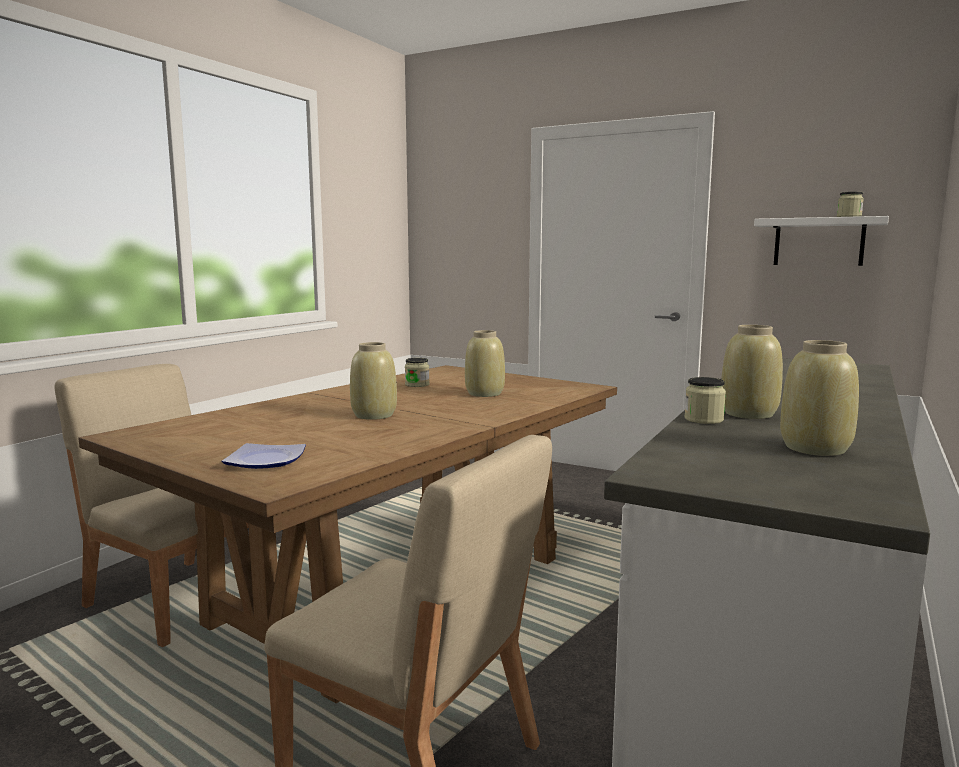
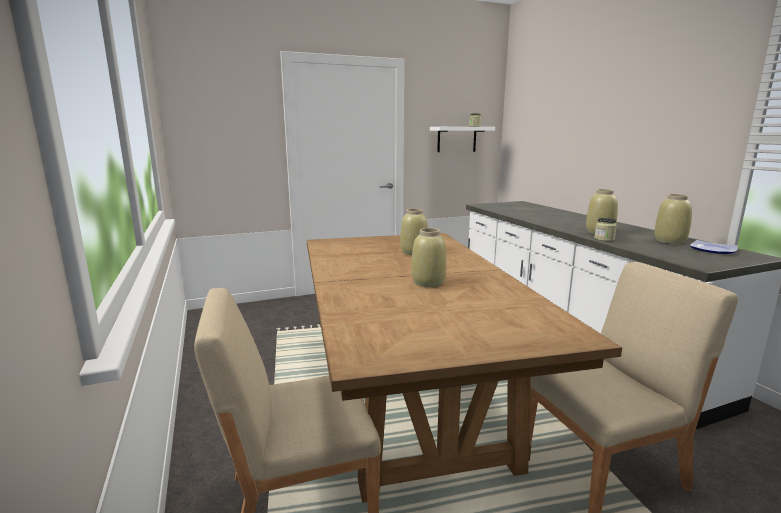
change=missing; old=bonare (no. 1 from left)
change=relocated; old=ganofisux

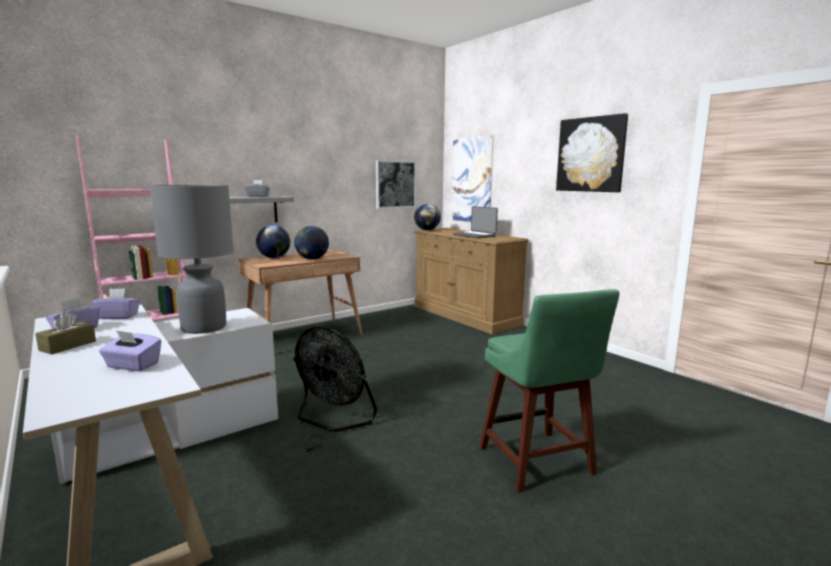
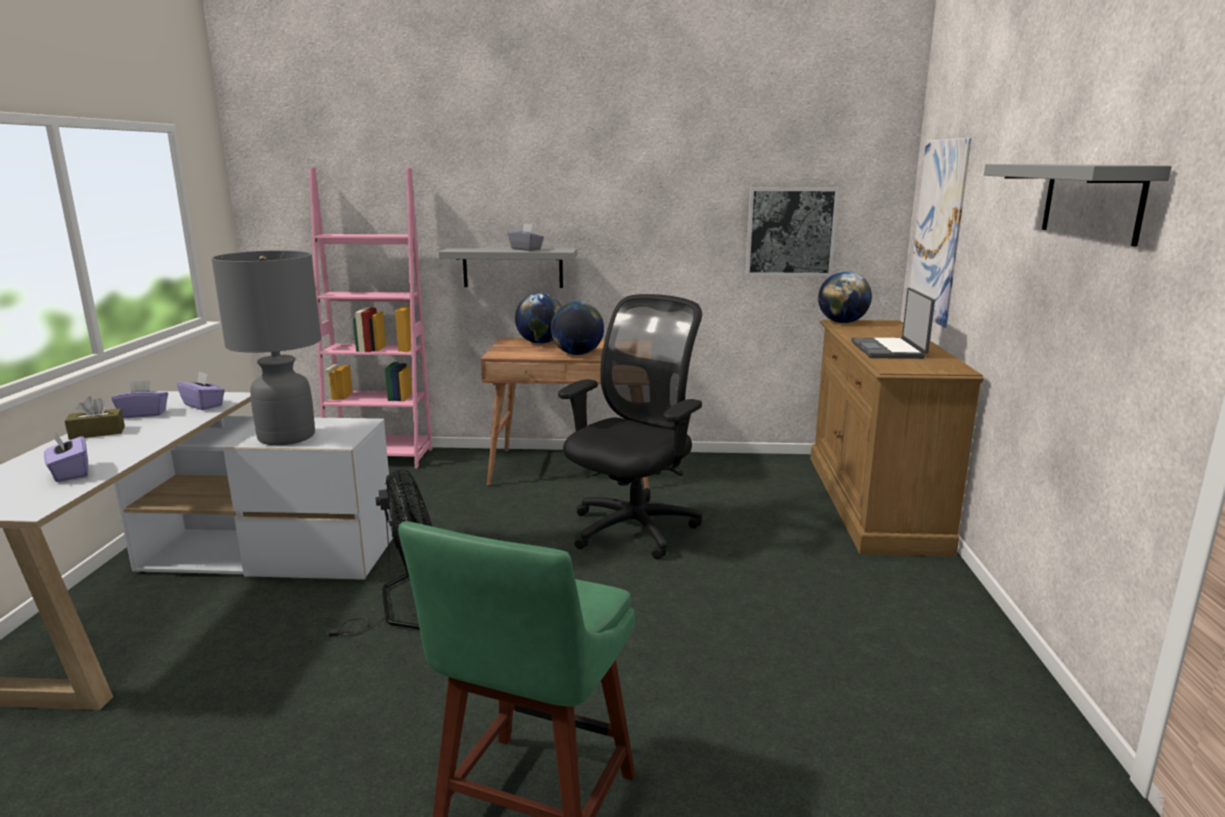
change=exchanged; old=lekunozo (no. 3 from left); new=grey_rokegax (no. 2 from left)
change=appeared; new=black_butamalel

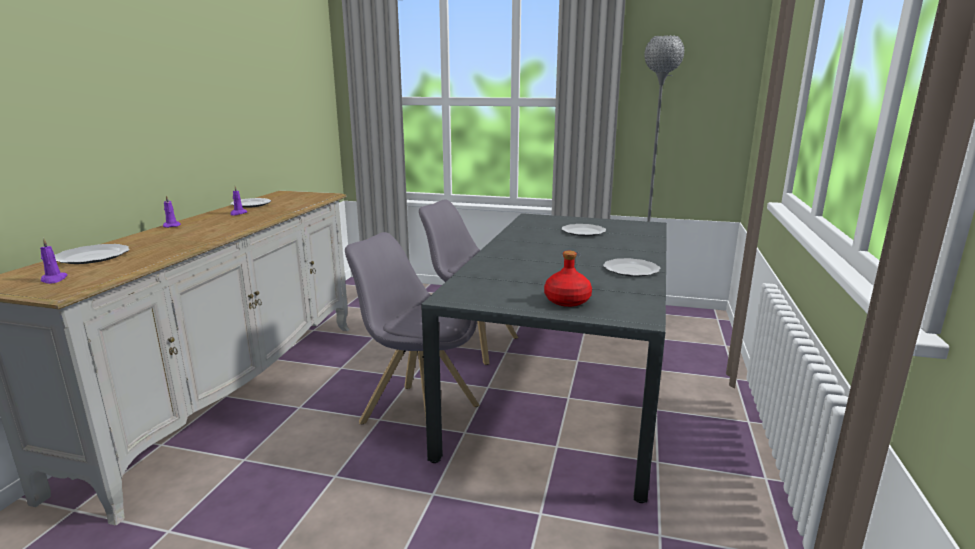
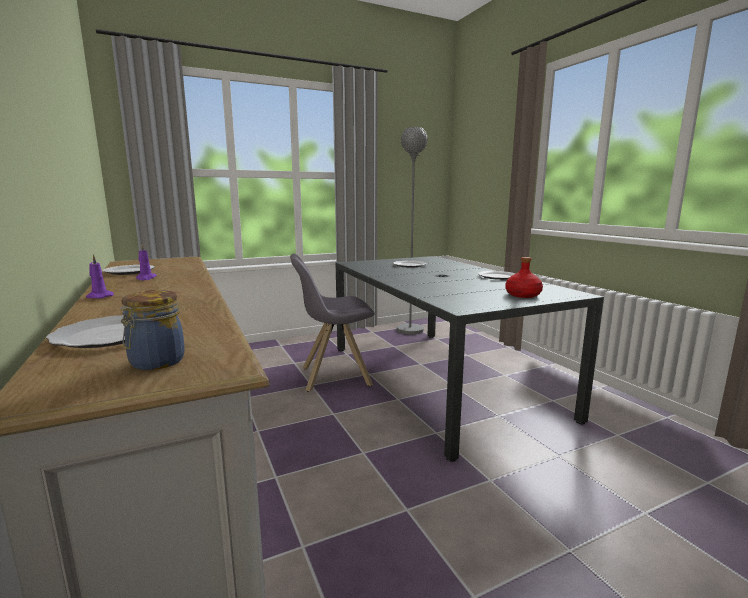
change=missing; old=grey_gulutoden (no. 1 from left)
change=exchanged; old=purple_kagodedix (no. 1 from left); new=bonare

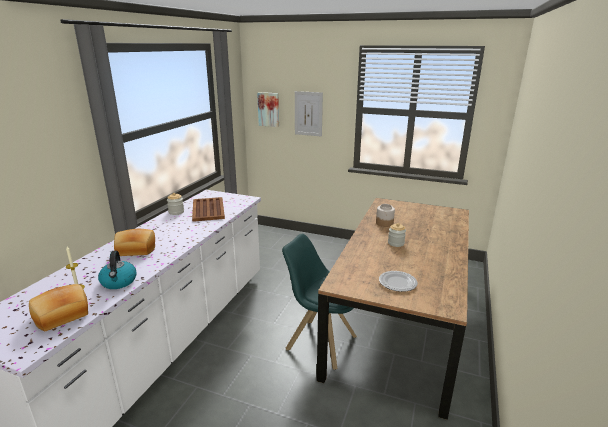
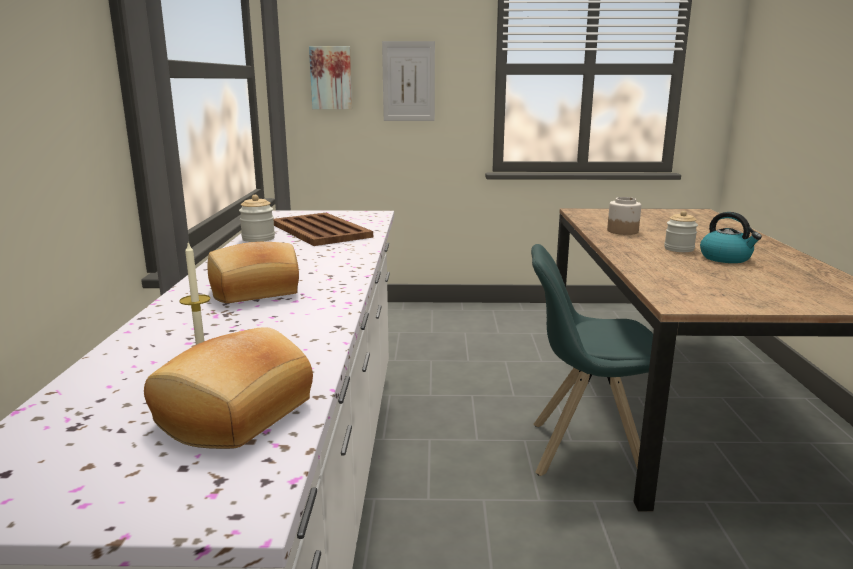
change=relocated; old=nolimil
change=missing; old=ganofisux

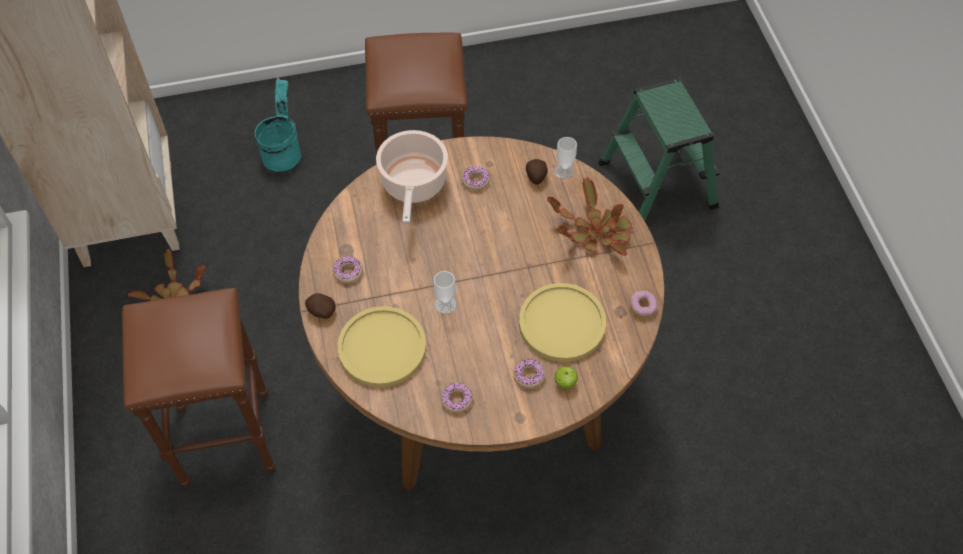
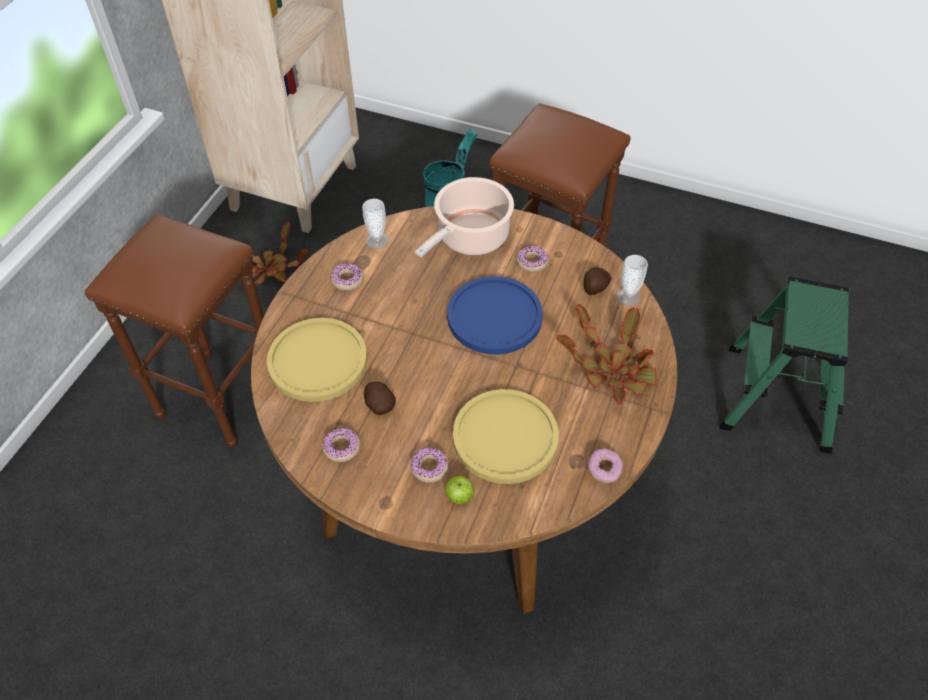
change=relocated; old=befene (no. 1 from left)
change=relocated; old=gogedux (no. 1 from left)
change=appeared; new=blue_ganofisux

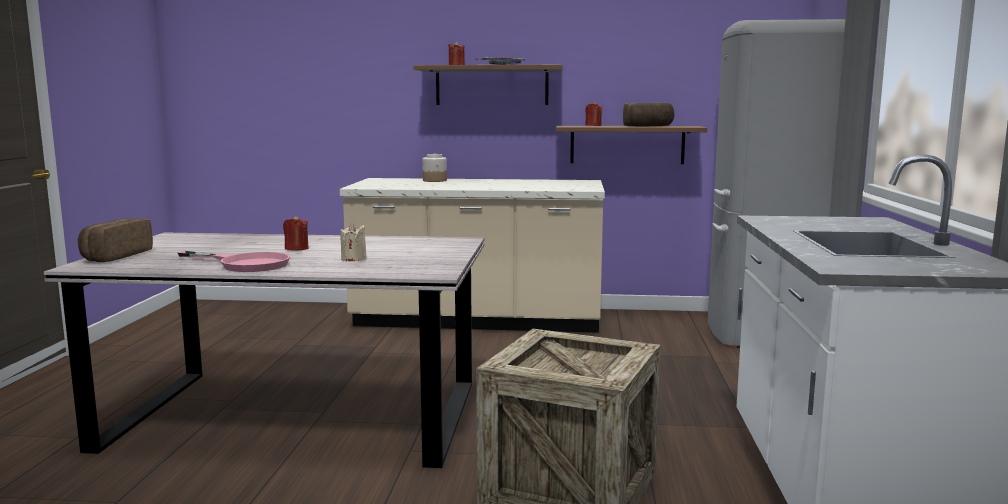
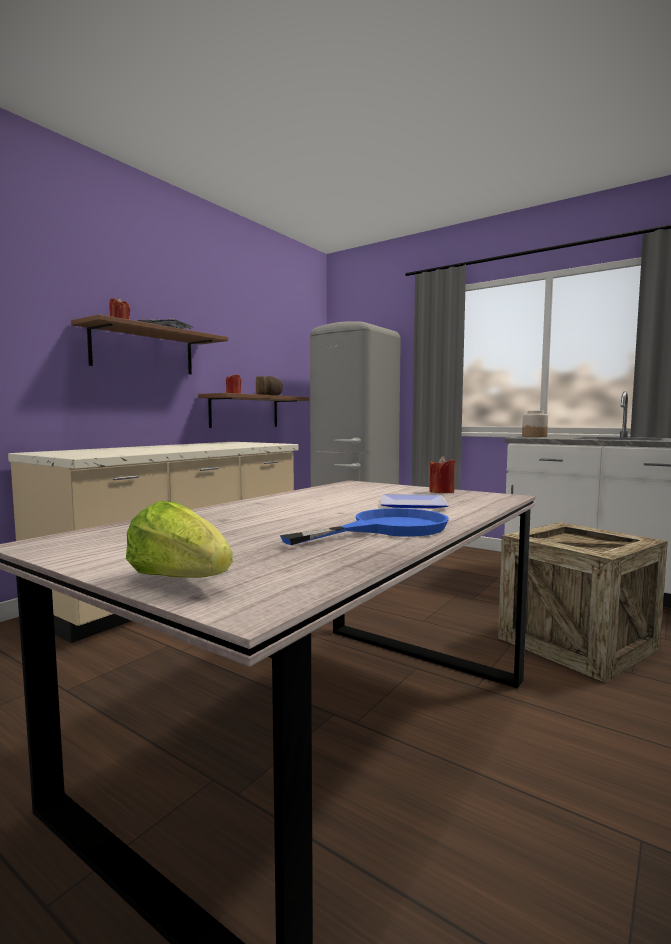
change=relocated; old=bonare
change=relocated; old=red_kagodedix (no. 1 from left in the first image); new=red_kagodedix (no. 3 from left)
change=exchanged; old=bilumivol (no. 1 from left); new=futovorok
change=exchanged; old=beige_kagodedix; new=ganofisux
change=colour; old=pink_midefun; new=blue_midefun

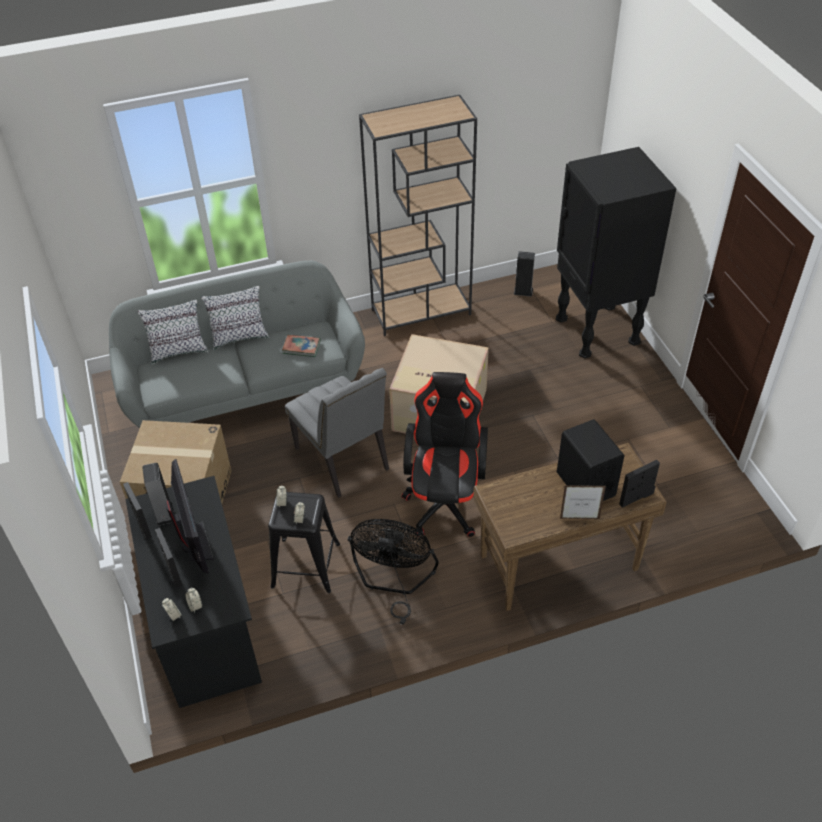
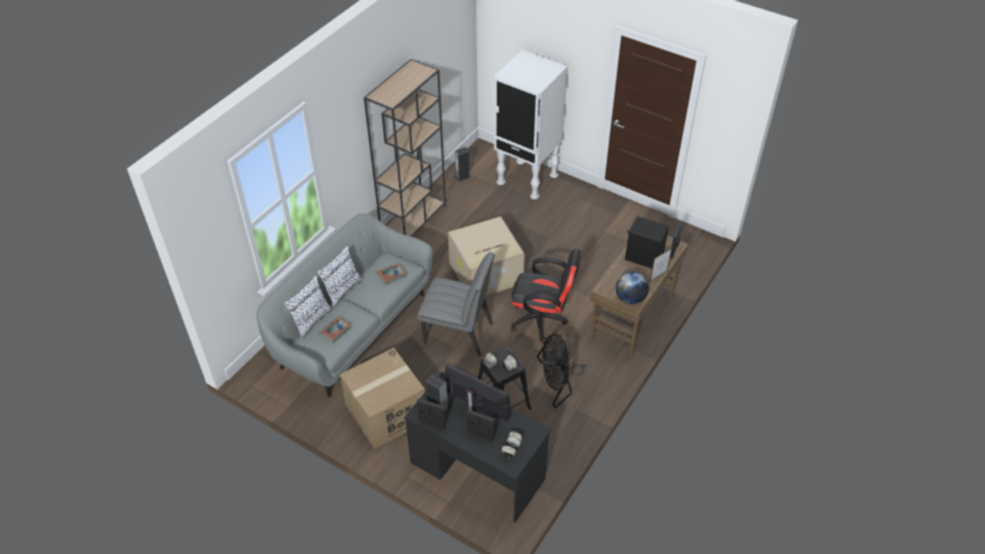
change=colour; old=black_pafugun; new=white_pafugun
change=spun; old=black_butamalel; degrees=135
change=spun; old=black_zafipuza; degrees=-75
change=appeared; new=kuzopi
change=appeared; new=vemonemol (no. 1 from left)

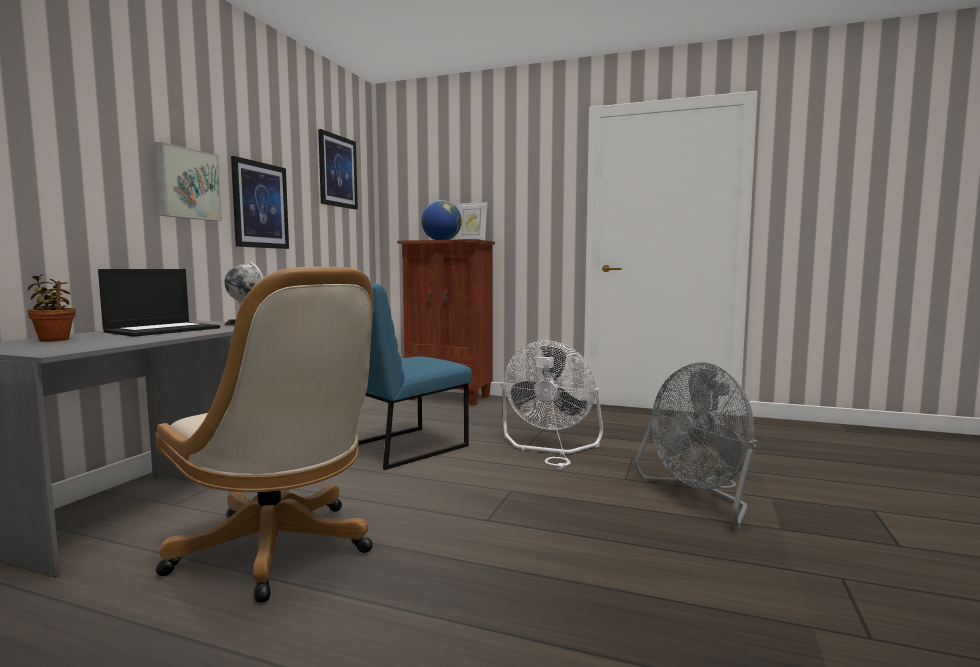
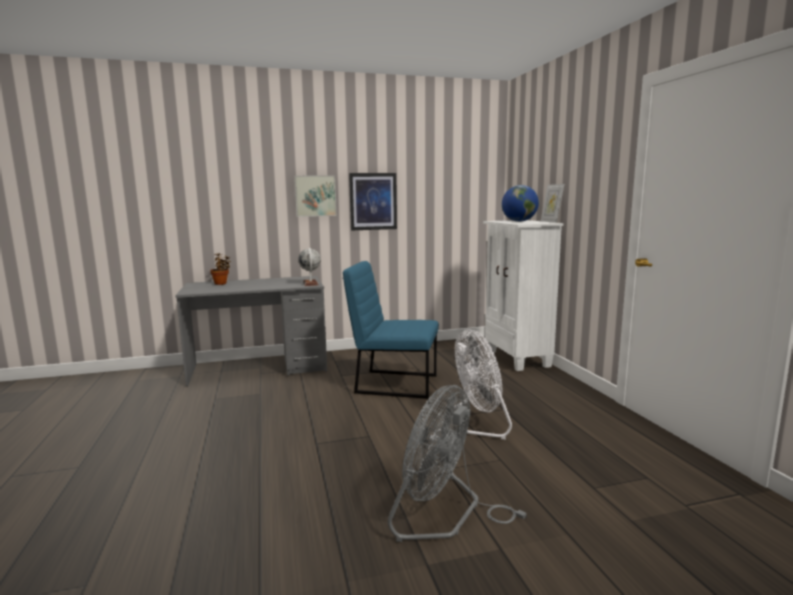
change=missing; old=lekunozo (no. 3 from left)
change=colour; old=brown_pafugun; new=white_pafugun
change=missing; old=butamalel
change=missing; old=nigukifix

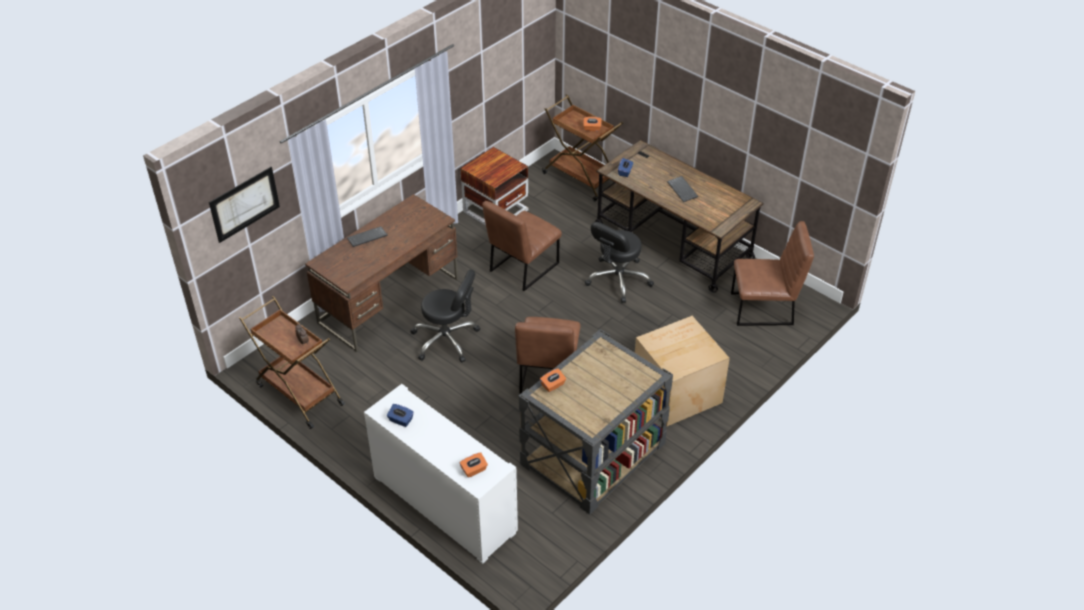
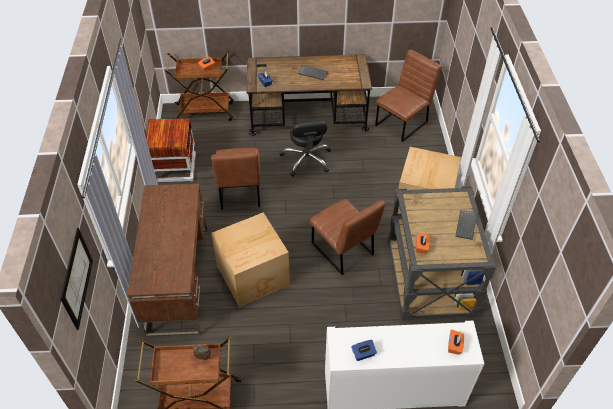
change=relocated; old=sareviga (no. 1 from left in the first image); new=sareviga (no. 2 from left)
change=exchanged; old=black_butamalel (no. 1 from left); new=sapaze (no. 1 from left)

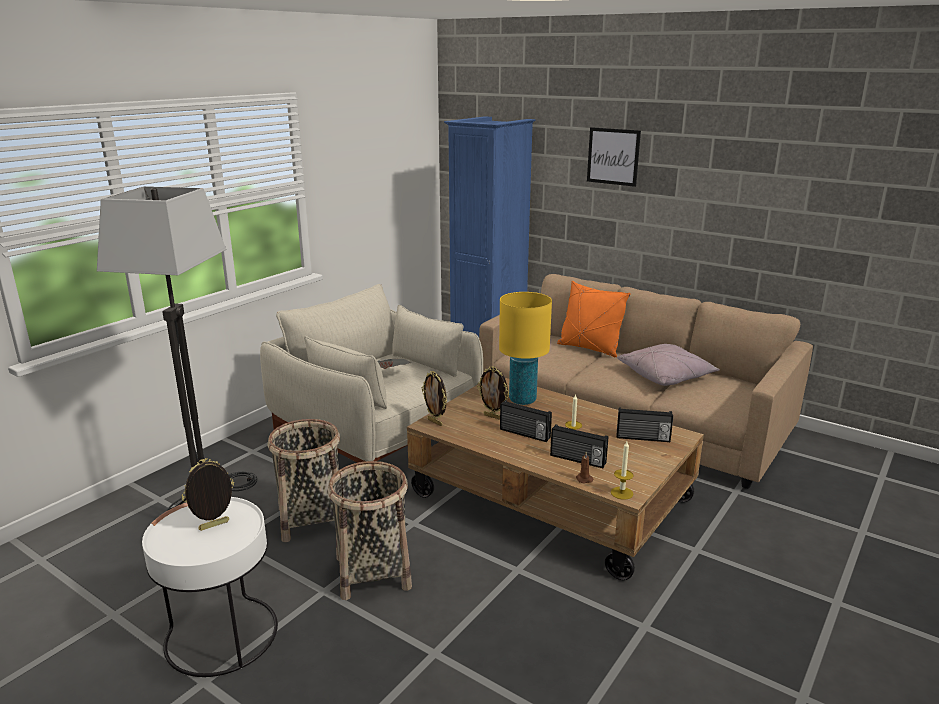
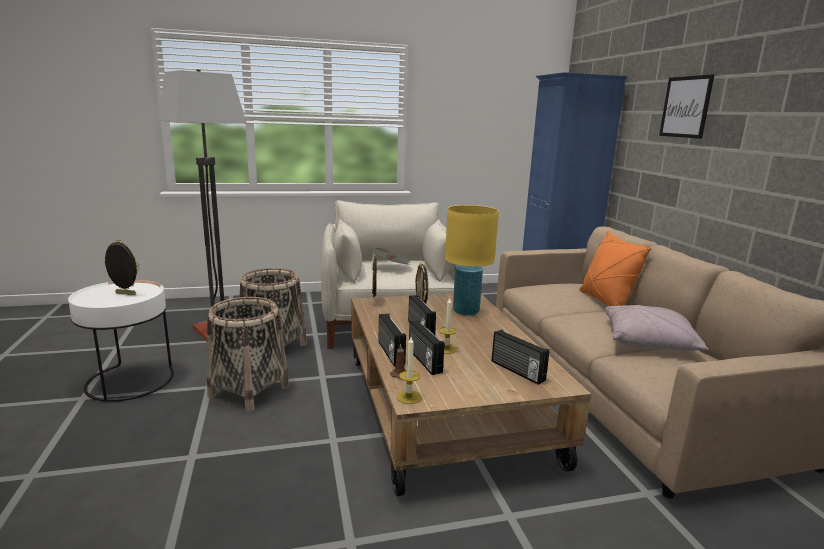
change=appeared; new=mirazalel (no. 1 from left)

